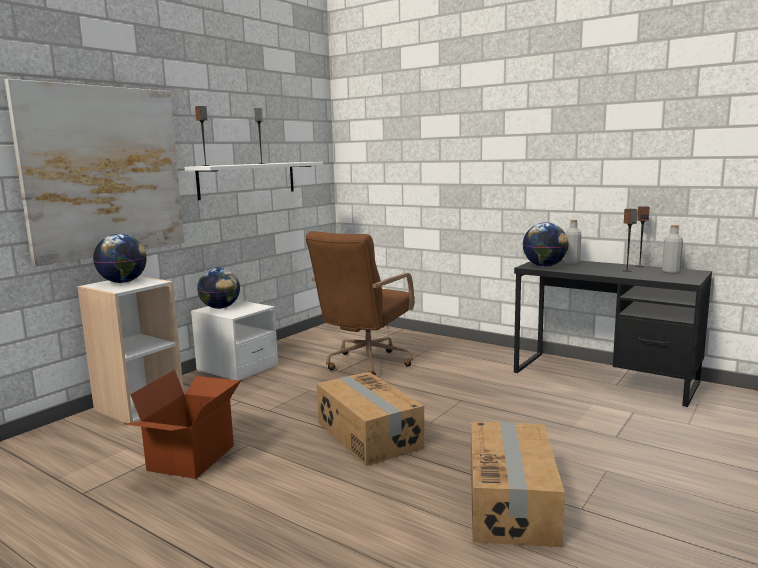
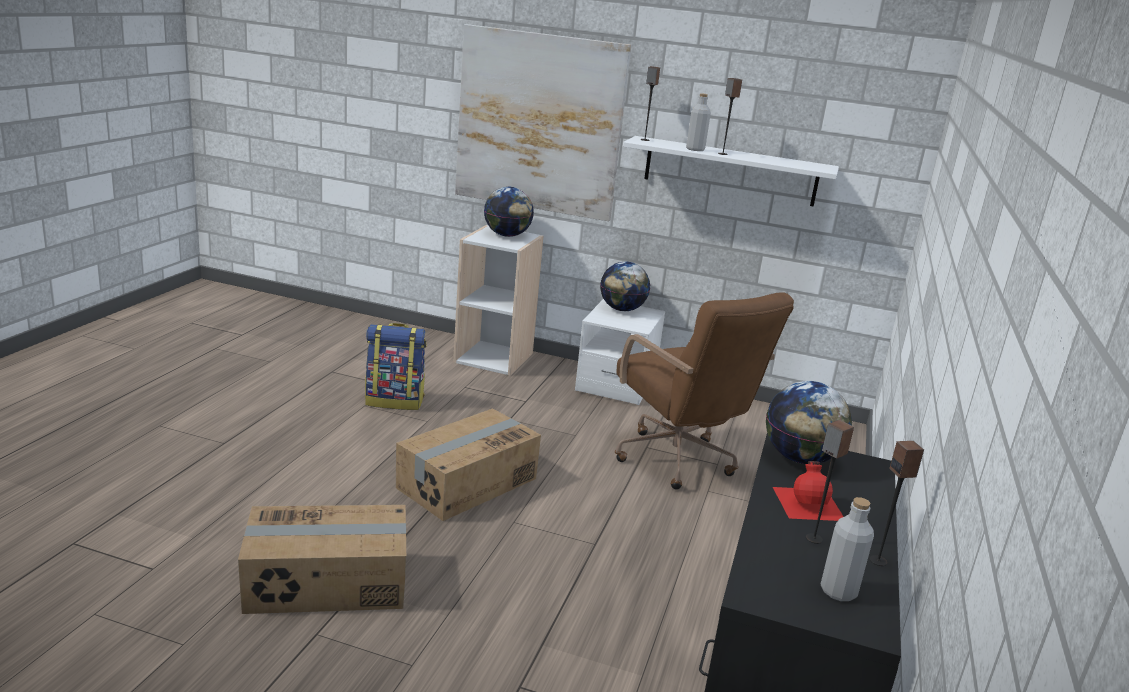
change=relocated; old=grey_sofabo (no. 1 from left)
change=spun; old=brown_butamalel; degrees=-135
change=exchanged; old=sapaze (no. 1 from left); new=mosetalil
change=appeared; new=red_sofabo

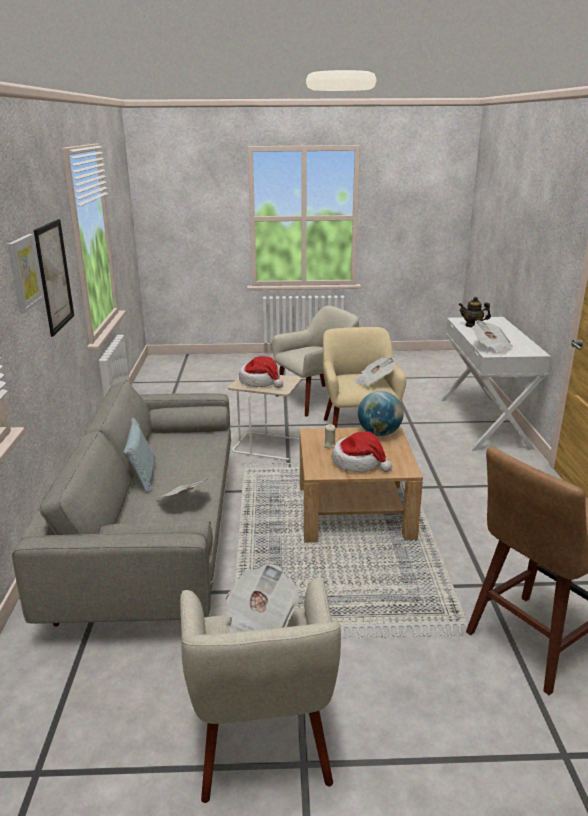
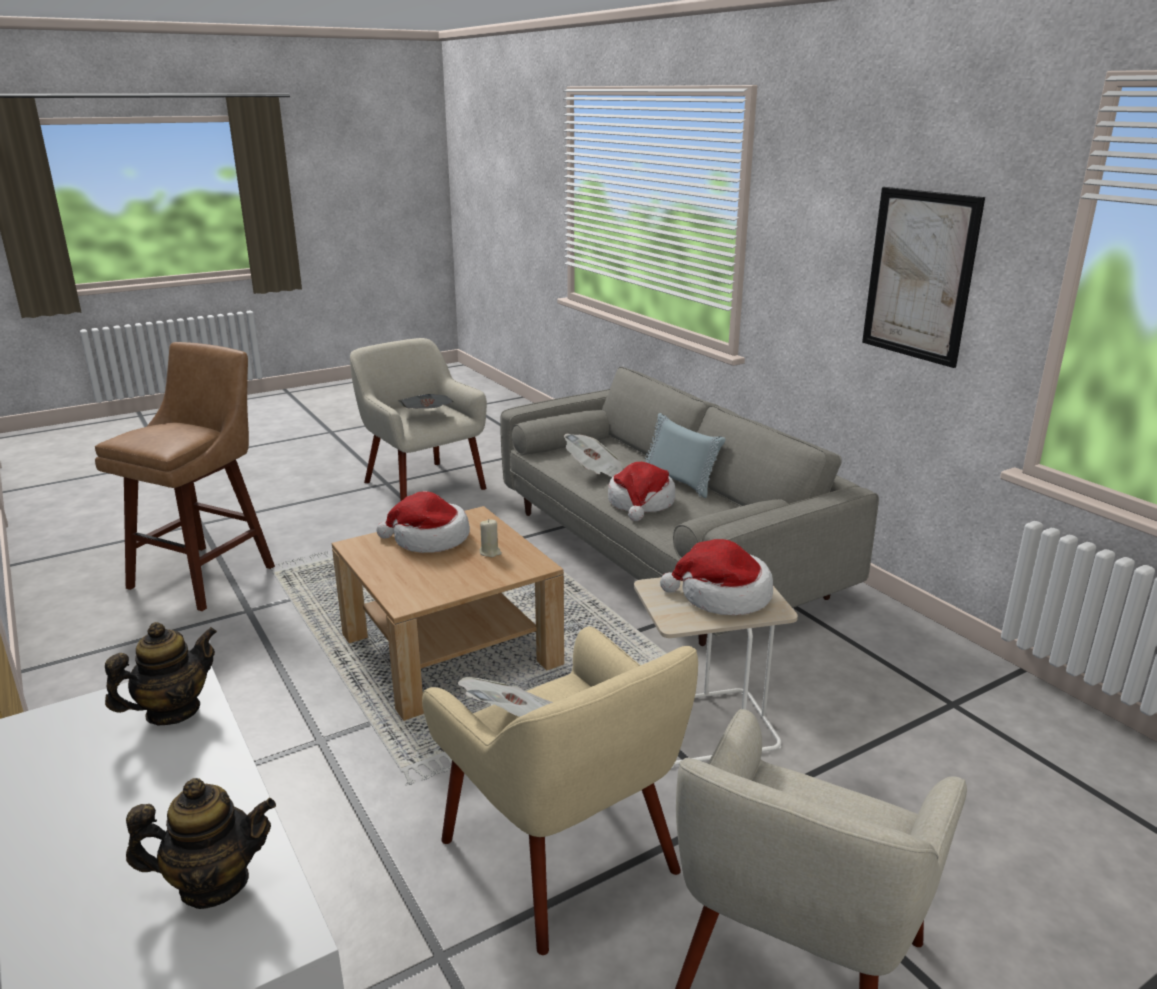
change=missing; old=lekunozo (no. 1 from left)
change=exchanged; old=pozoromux (no. 4 from left); new=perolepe (no. 1 from left)
change=missing; old=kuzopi
change=appeared; new=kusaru (no. 2 from left)

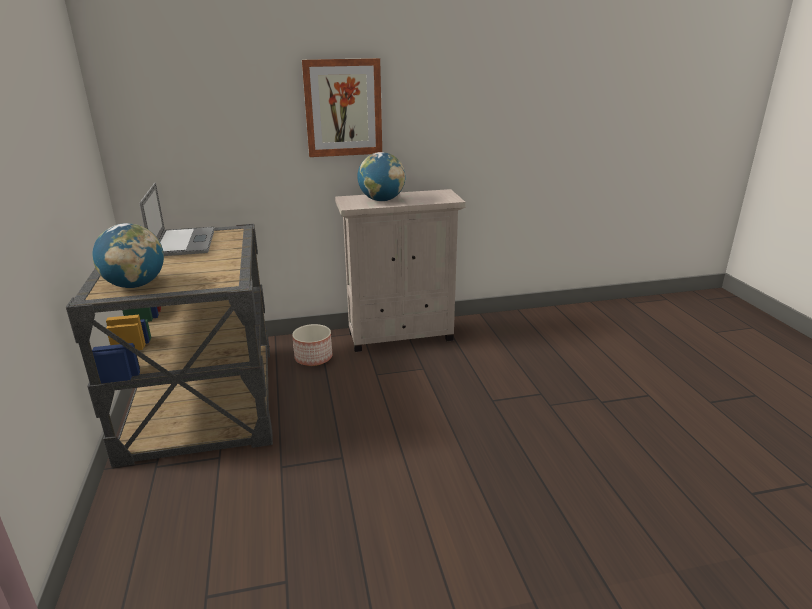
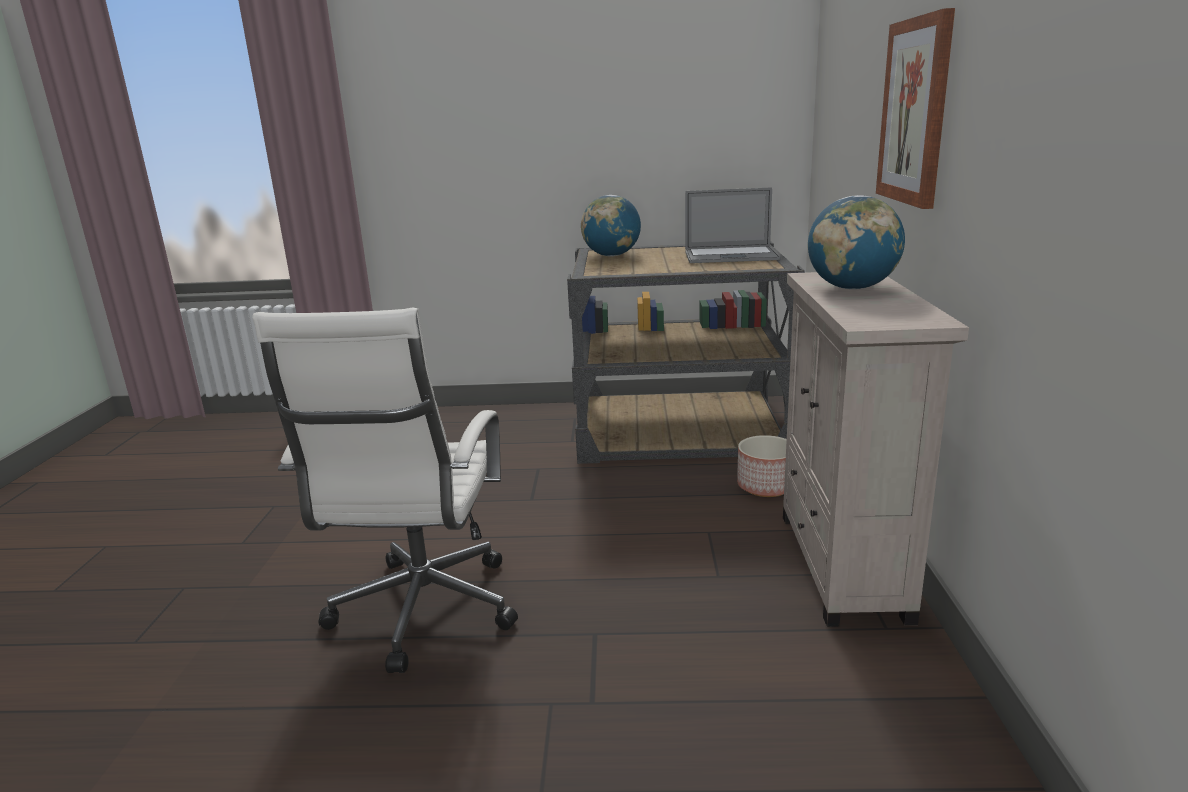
change=appeared; new=white_butamalel

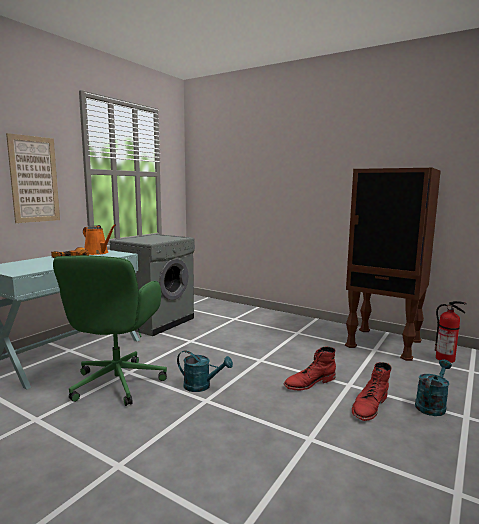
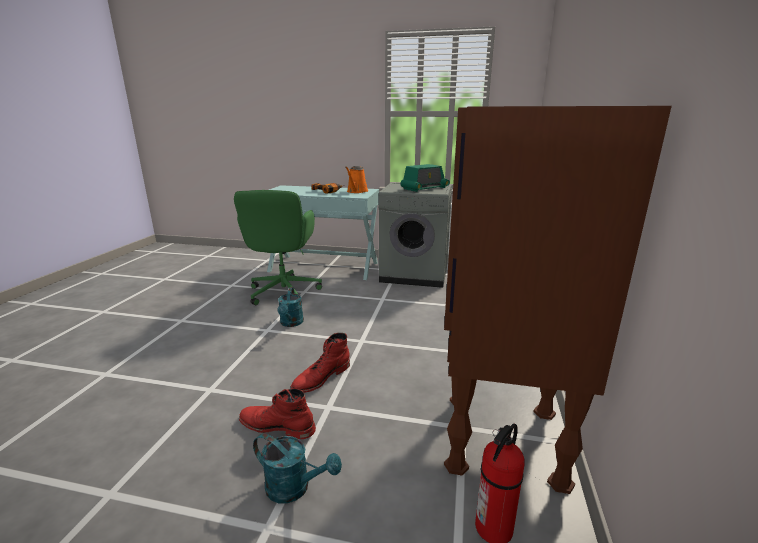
change=missing; old=lekunozo
change=spun; old=green_butamalel; degrees=-75
change=spun; old=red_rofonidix (no. 1 from left in the first image); degrees=-90
change=appeared; new=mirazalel

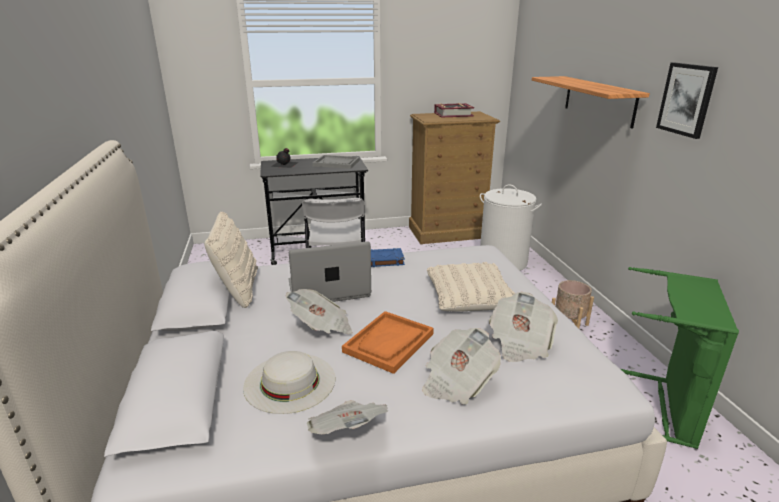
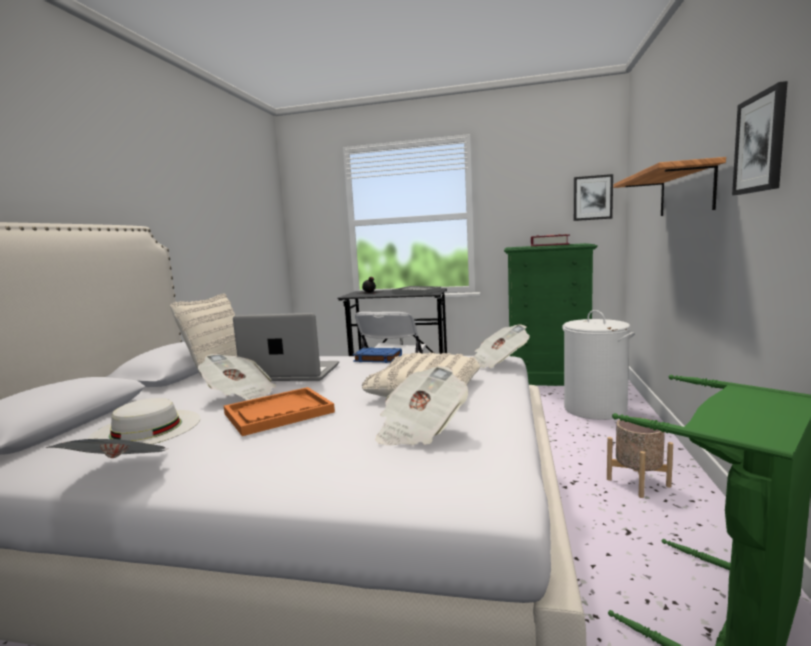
change=colour; old=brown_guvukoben; new=green_guvukoben
change=relocated; old=pozoromux (no. 3 from left in the first image); new=pozoromux (no. 4 from left)
change=appeared; new=lekunozo (no. 1 from left)

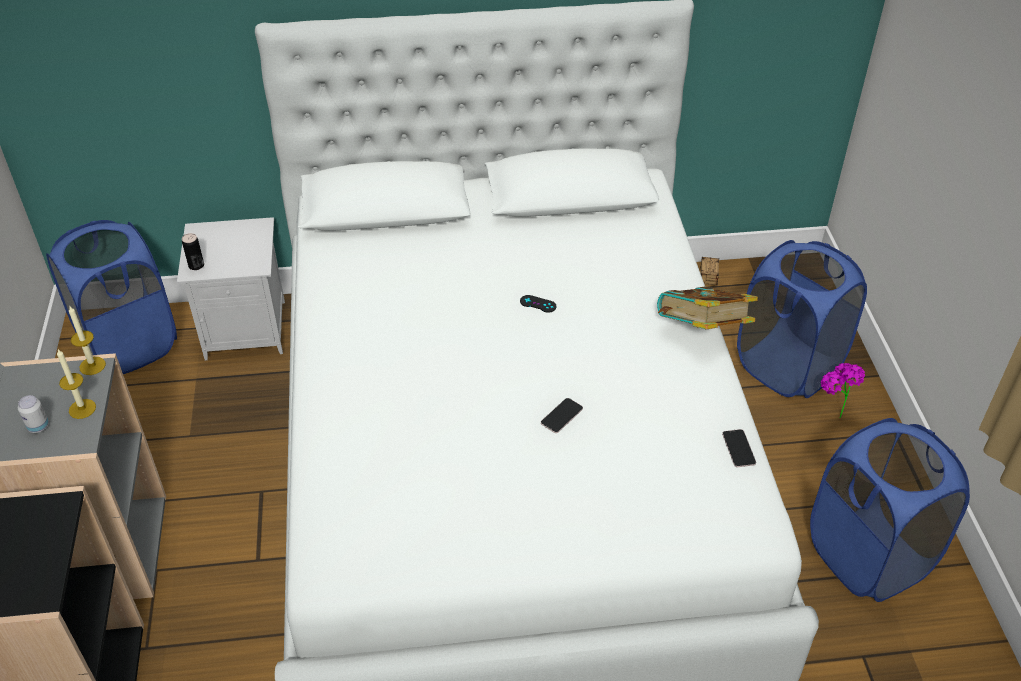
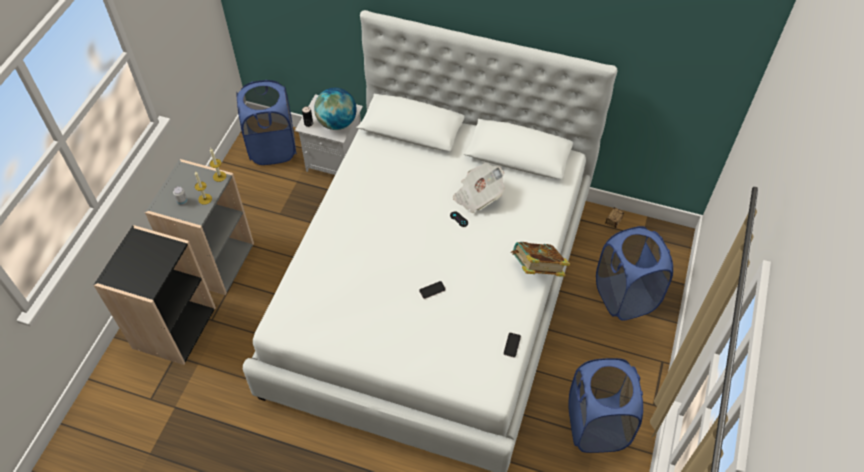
change=missing; old=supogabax
change=appeared; new=kuzopi
change=appeared; new=pozoromux

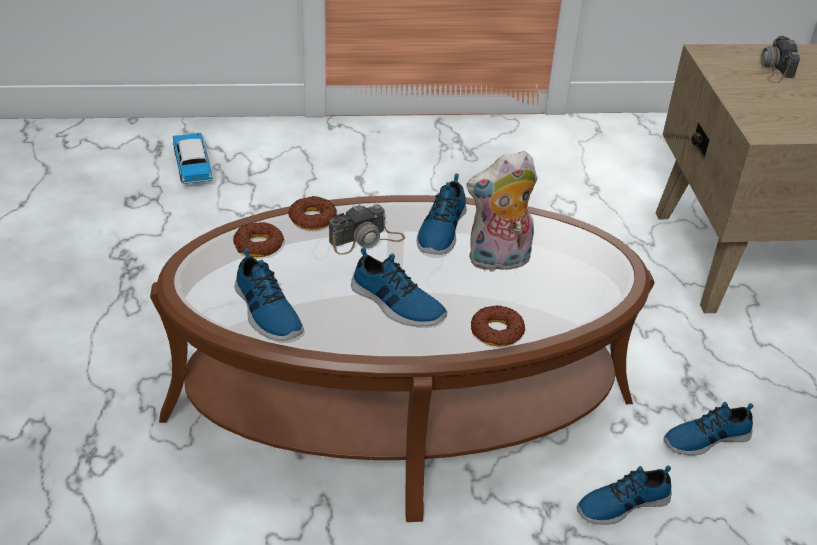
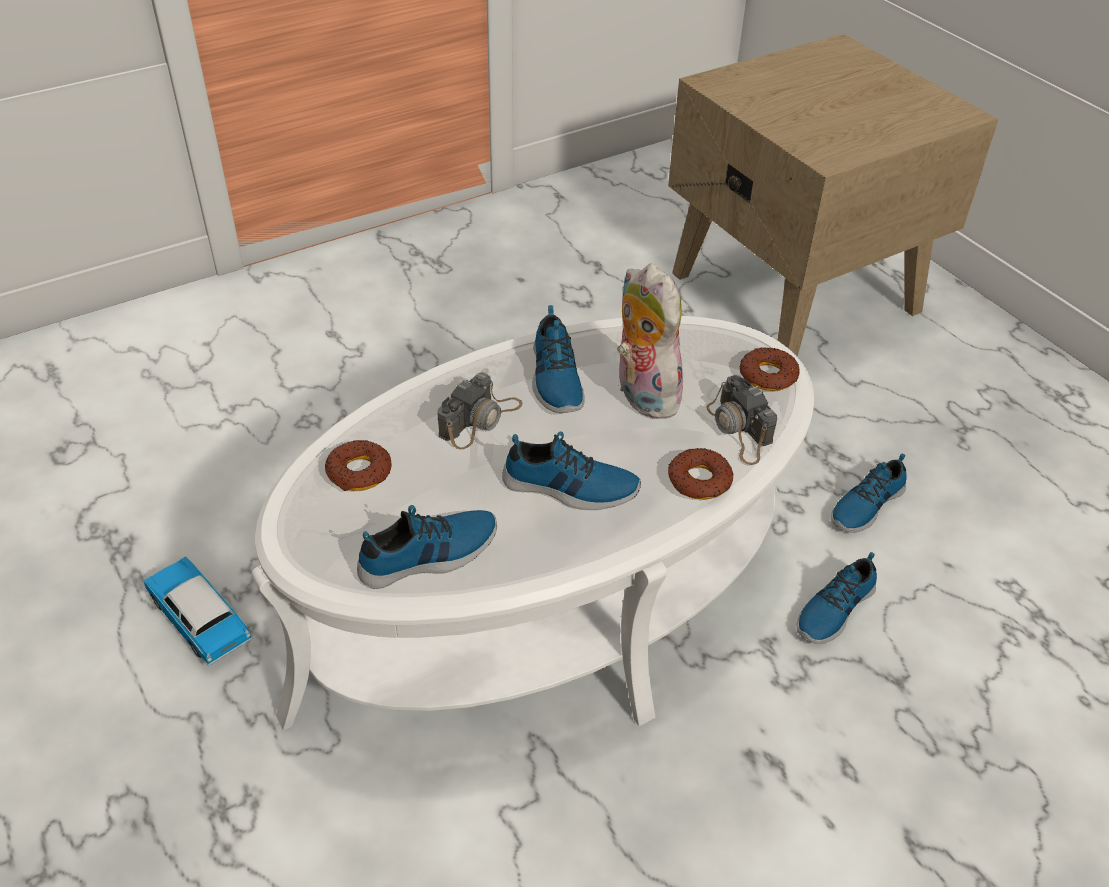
change=relocated; old=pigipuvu (no. 2 from left)
change=relocated; old=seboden
change=spun; old=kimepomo; degrees=105
change=colour; old=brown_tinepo; new=white_tinepo
change=relocated; old=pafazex (no. 2 from left in the first image); new=pafazex (no. 3 from left)
change=spun; old=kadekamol (no. 1 from left); degrees=-60

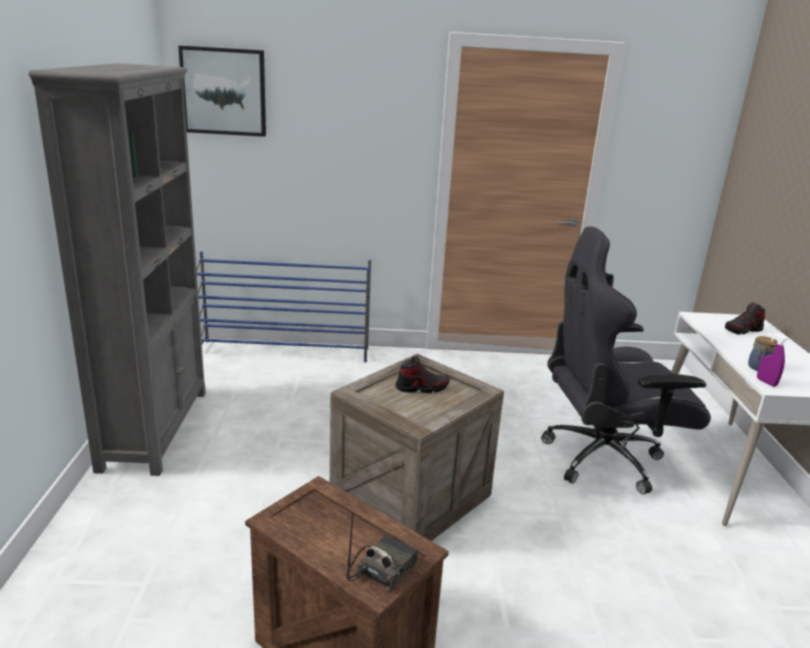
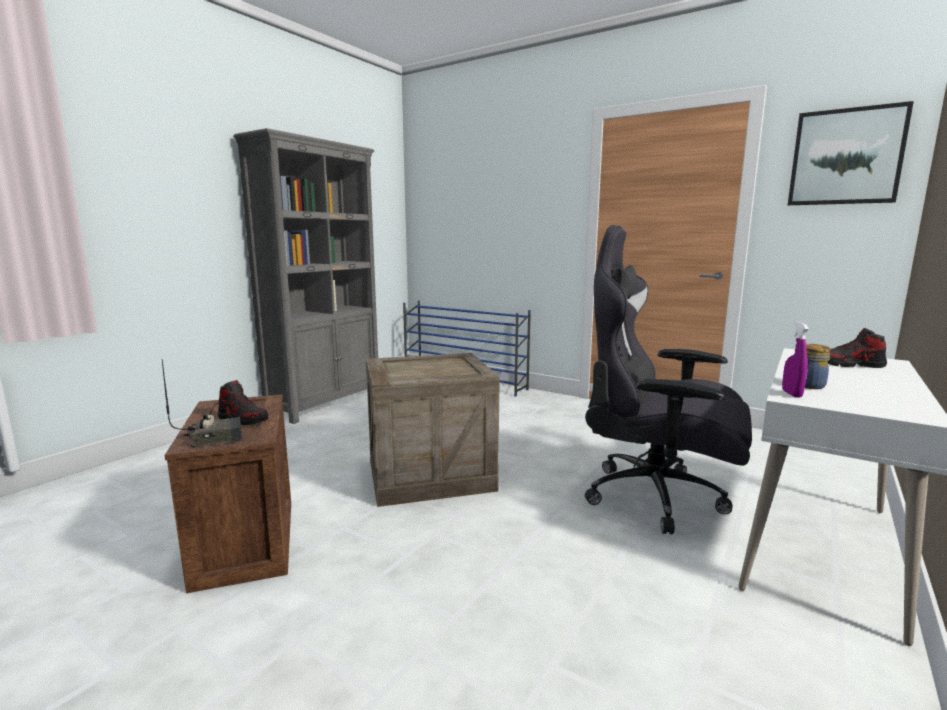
change=relocated; old=lekunozo
change=relocated; old=kadekamol (no. 1 from left)

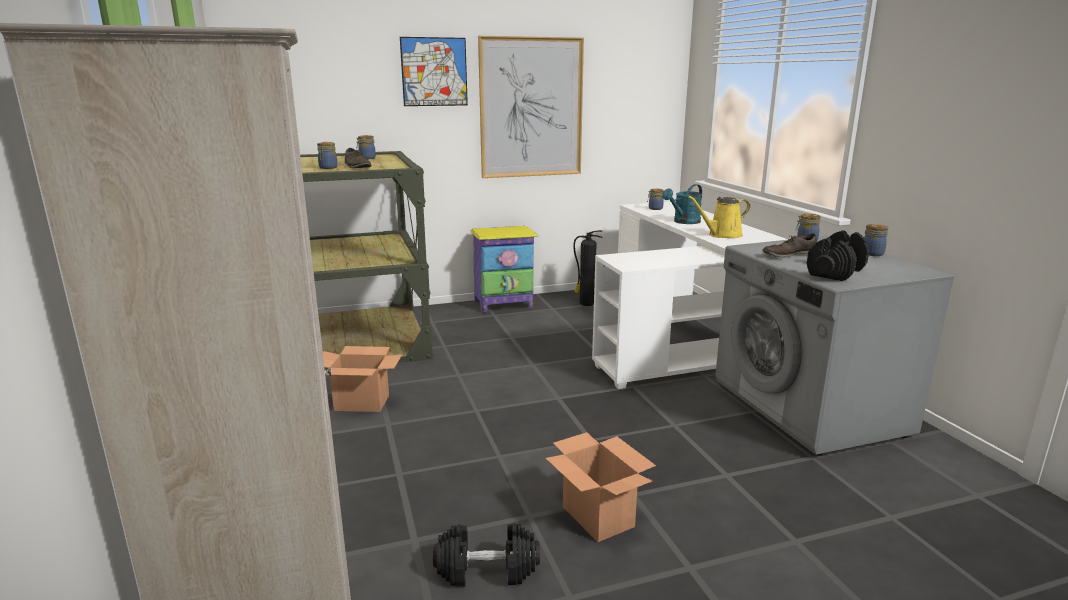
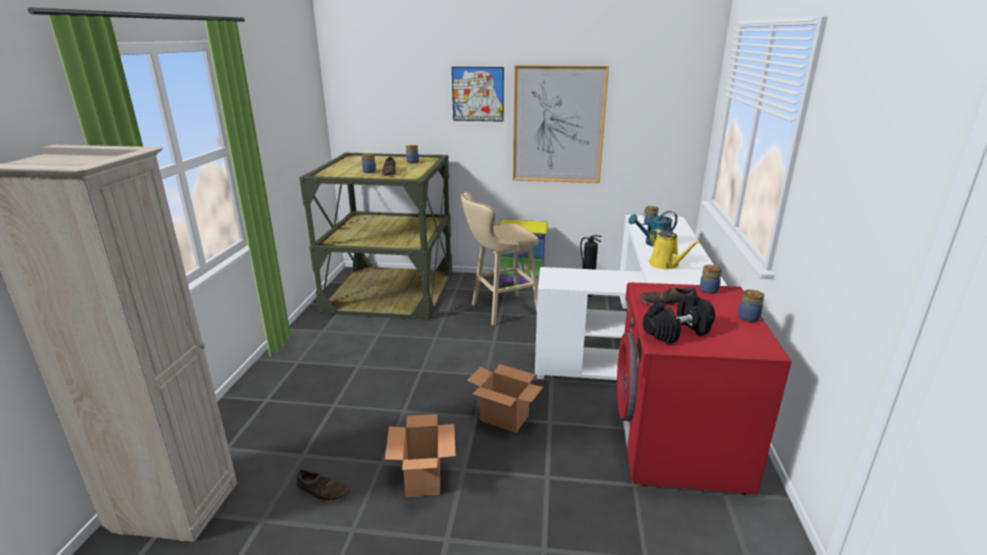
change=spun; old=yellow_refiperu; degrees=-120
change=colour; old=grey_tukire; new=red_tukire
change=relocated; old=sapaze (no. 1 from left in the first image); new=sapaze (no. 2 from left)
change=exchanged; old=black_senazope (no. 1 from left); new=brown_kadekamol (no. 1 from left)
change=appeared; new=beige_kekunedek

